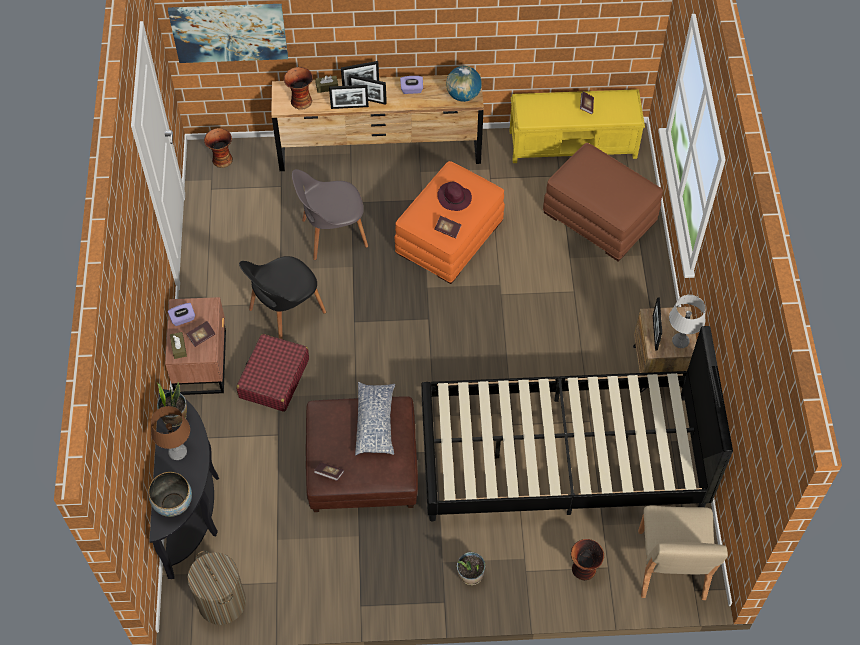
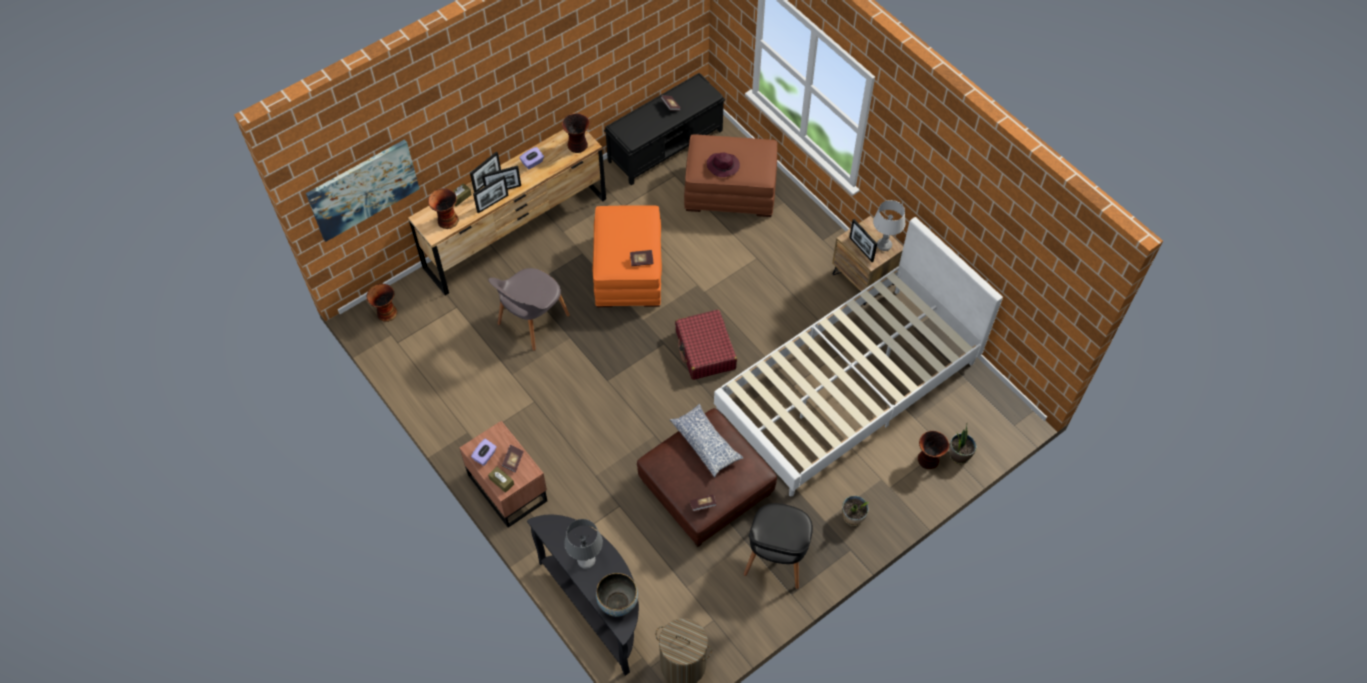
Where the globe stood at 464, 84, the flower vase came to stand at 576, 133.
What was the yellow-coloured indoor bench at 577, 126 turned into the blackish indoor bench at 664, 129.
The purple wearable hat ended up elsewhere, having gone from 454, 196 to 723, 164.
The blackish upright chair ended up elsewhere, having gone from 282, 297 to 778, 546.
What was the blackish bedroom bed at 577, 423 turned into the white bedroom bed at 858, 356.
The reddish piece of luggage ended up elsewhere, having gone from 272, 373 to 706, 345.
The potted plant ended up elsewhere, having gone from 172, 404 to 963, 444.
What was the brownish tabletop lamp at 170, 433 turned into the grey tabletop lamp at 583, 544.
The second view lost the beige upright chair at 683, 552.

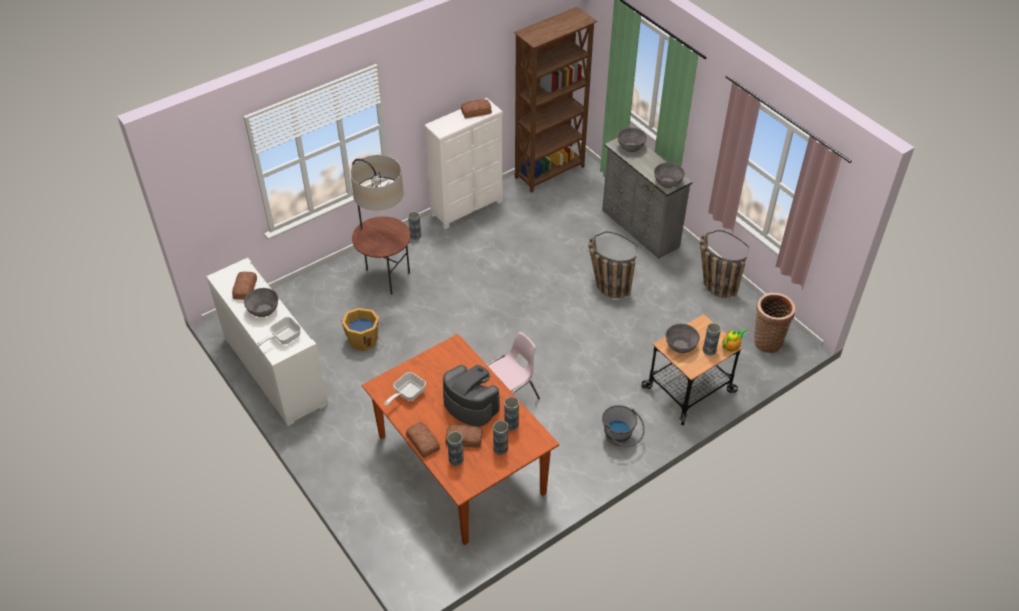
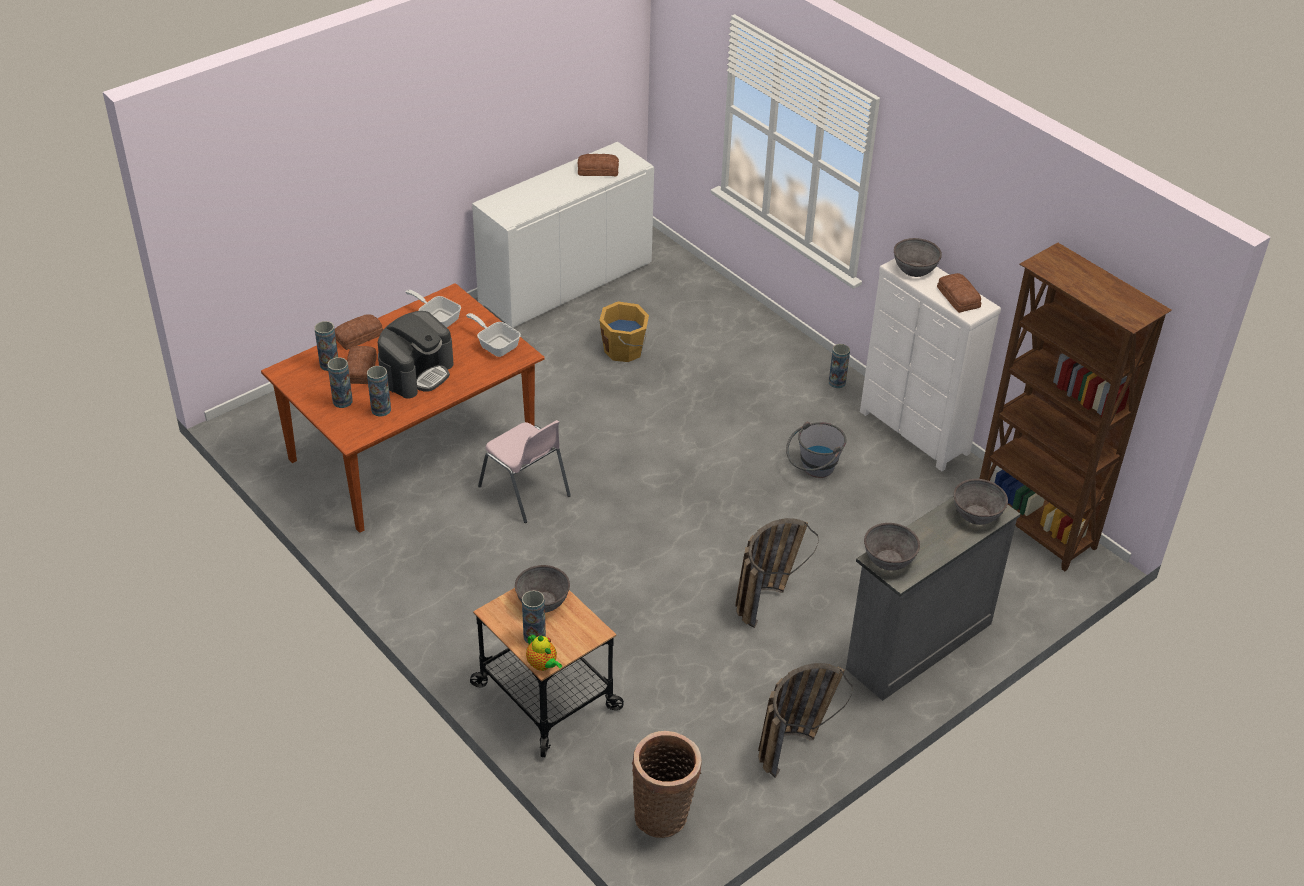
The second view lost the floor lamp at 380, 225.
The grey serving bowl ended up elsewhere, having gone from 261, 302 to 918, 257.
The pan ended up elsewhere, having gone from 279, 332 to 493, 335.
The grey pail ended up elsewhere, having gone from 623, 426 to 816, 450.

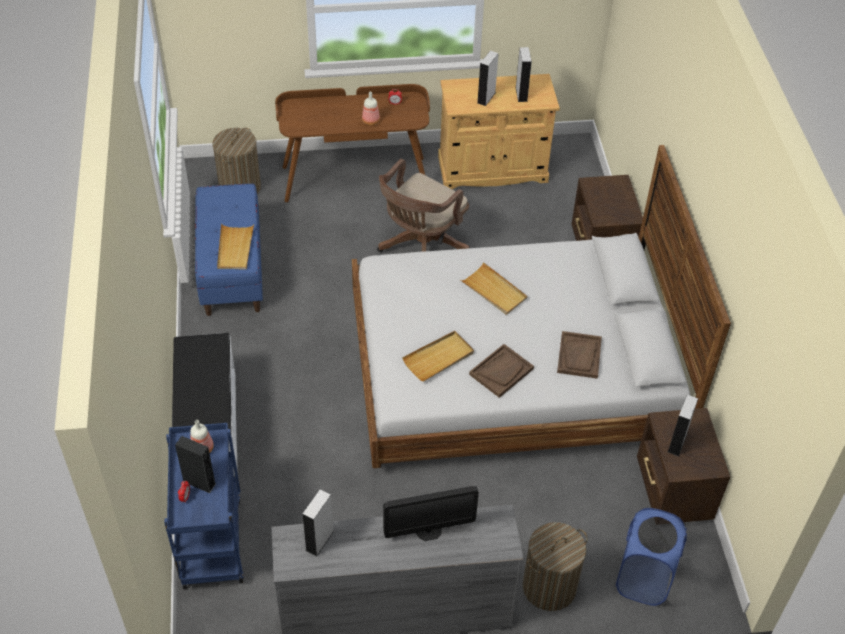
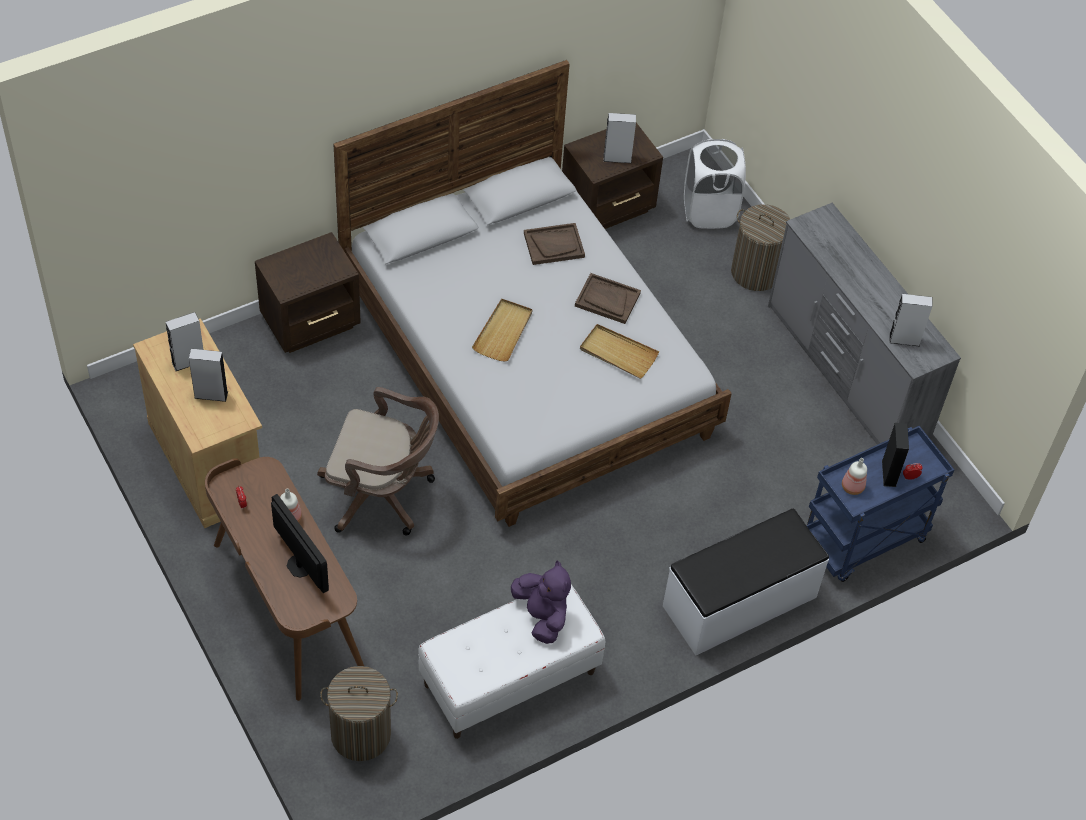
What was the bluish indoor bench at 229, 250 turned into the white indoor bench at 511, 662.
Where the beige carrying tray stood at 235, 247, the purple soft toy came to stand at 541, 602.
The monitor ended up elsewhere, having gone from 431, 513 to 300, 543.
What was the bluish laundry basket at 651, 557 turned into the white laundry basket at 715, 184.

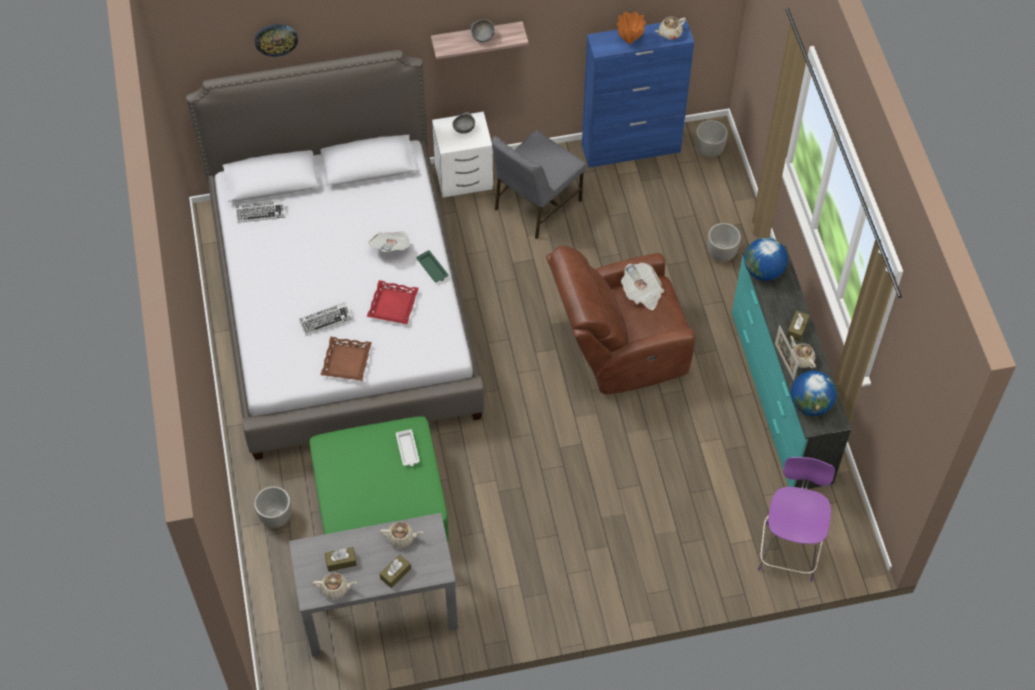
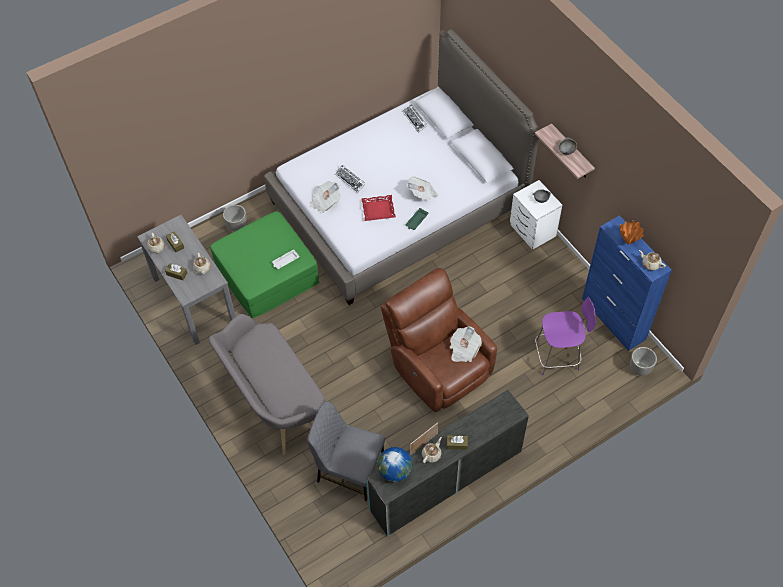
The second view lost the hanging clock at 276, 40.
The grey upright chair ended up elsewhere, having gone from 539, 185 to 346, 451.
The second view lost the planter at 724, 242.
The second view lost the globe at 766, 259.
Where the brownish carrying tray stood at 346, 358, the printed paper came to stand at 325, 197.
The purple upright chair ended up elsewhere, having gone from 796, 519 to 565, 336.
The second view gained the grey indoor bench at 267, 384.

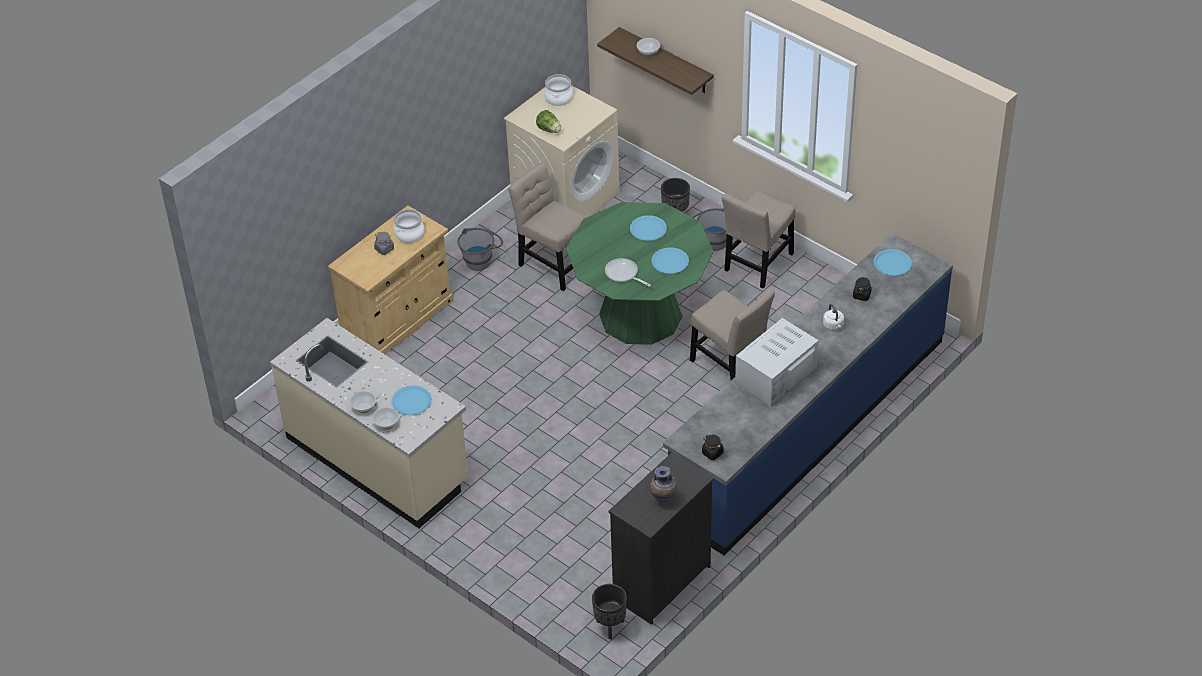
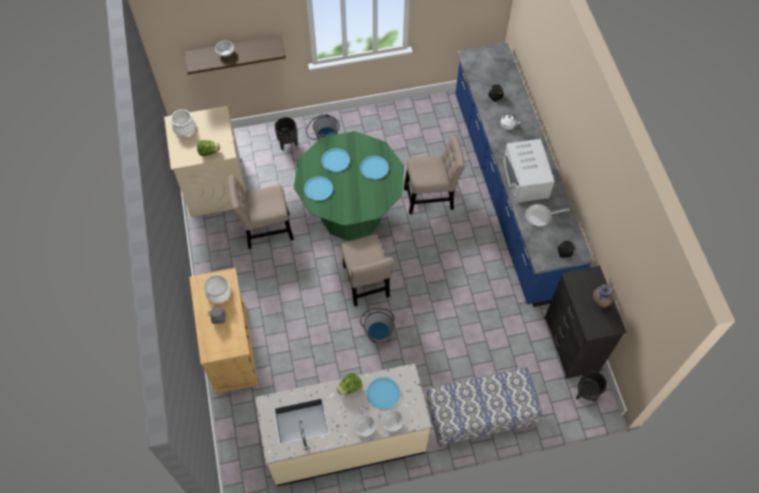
The beige upright chair ended up elsewhere, having gone from 759, 239 to 367, 270.
The grey pail ended up elsewhere, having gone from 480, 249 to 377, 326.
The bluish dinner plate ended up elsewhere, having gone from 893, 262 to 318, 188.
The pan ended up elsewhere, having gone from 628, 272 to 547, 215.
The second view gained the indoor bench at 484, 407.
The second view gained the lettuce at 349, 384.

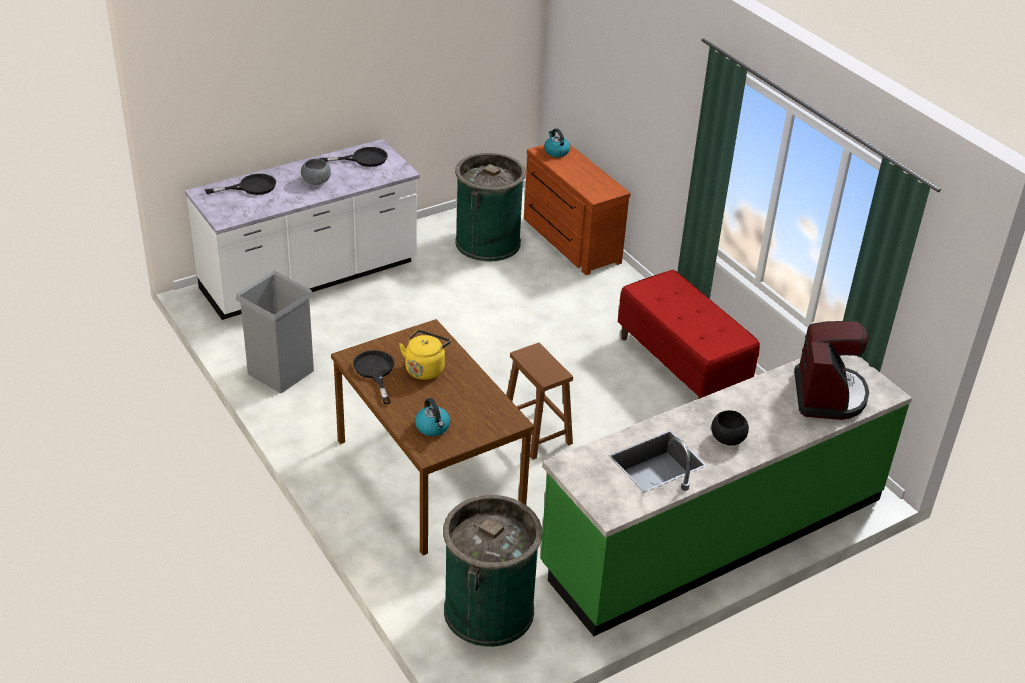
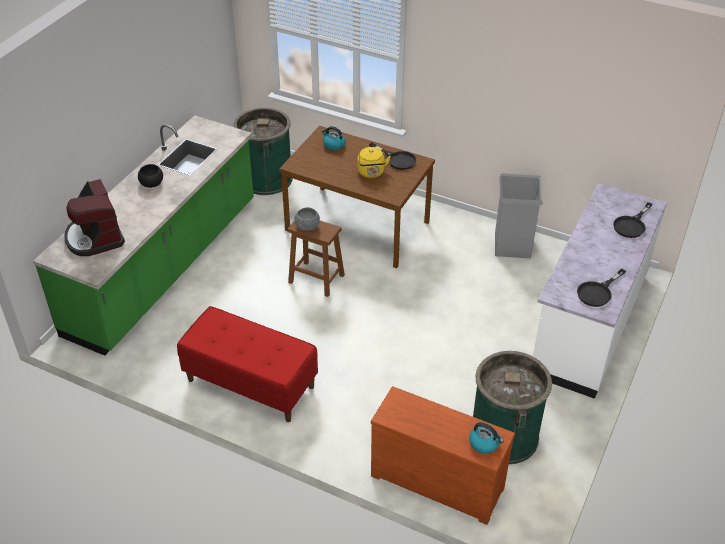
The grey serving bowl ended up elsewhere, having gone from 316, 172 to 307, 219.

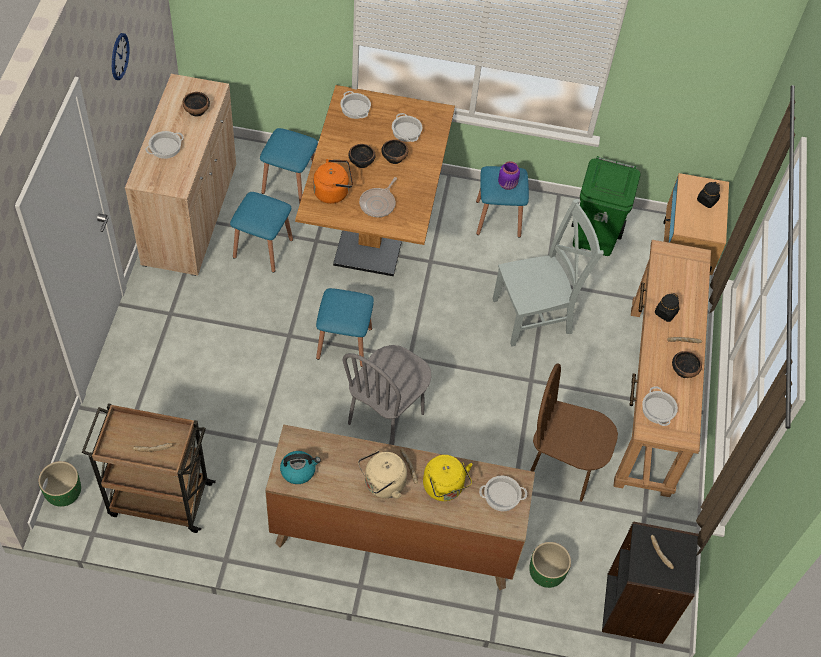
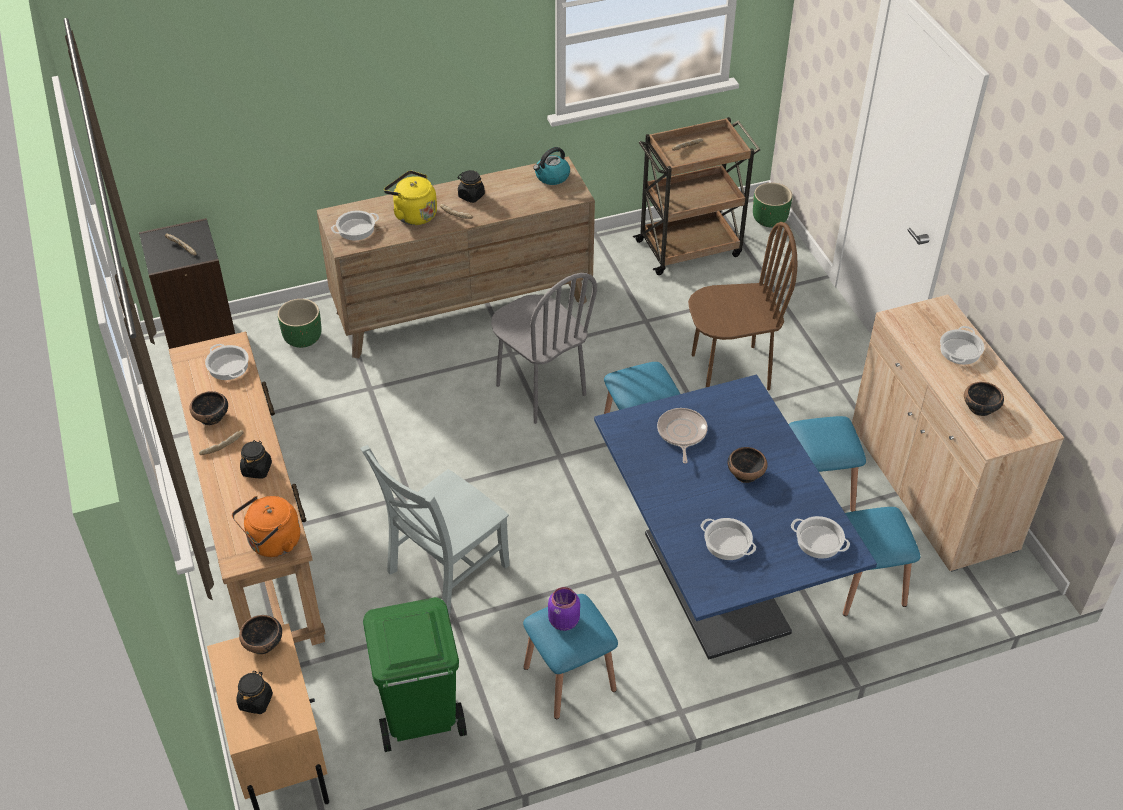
The second view lost the hanging clock at 120, 56.
What was the brownish dinner table at 375, 180 turned into the bluish dinner table at 735, 517.
The serving bowl ended up elsewhere, having gone from 394, 151 to 260, 634.
The orange tea kettle ended up elsewhere, having gone from 333, 181 to 266, 526.
The grey upright chair at 387, 395 ended up facing another way, 135 degrees clockwise from before.
The brownish upright chair ended up elsewhere, having gone from 574, 432 to 742, 306.
Where the beige tea kettle stood at 382, 474, the blackish jar came to stand at 471, 186.

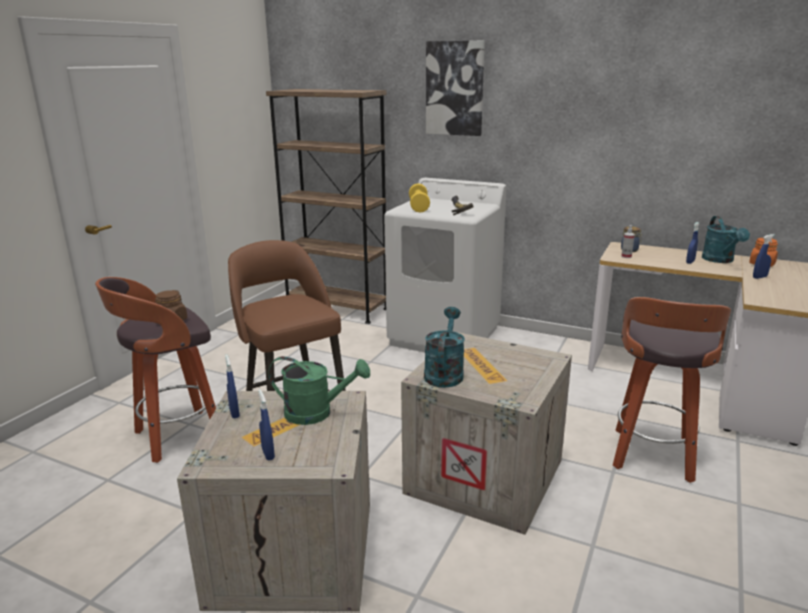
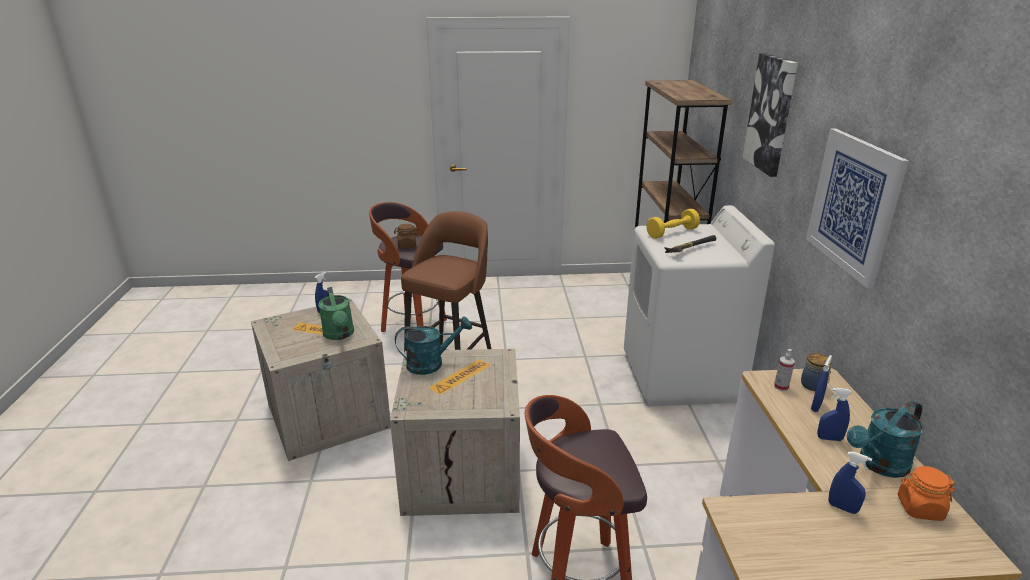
The bluish sprayer ended up elsewhere, having gone from 266, 424 to 821, 383.
The second view gained the wall picture at 857, 208.

